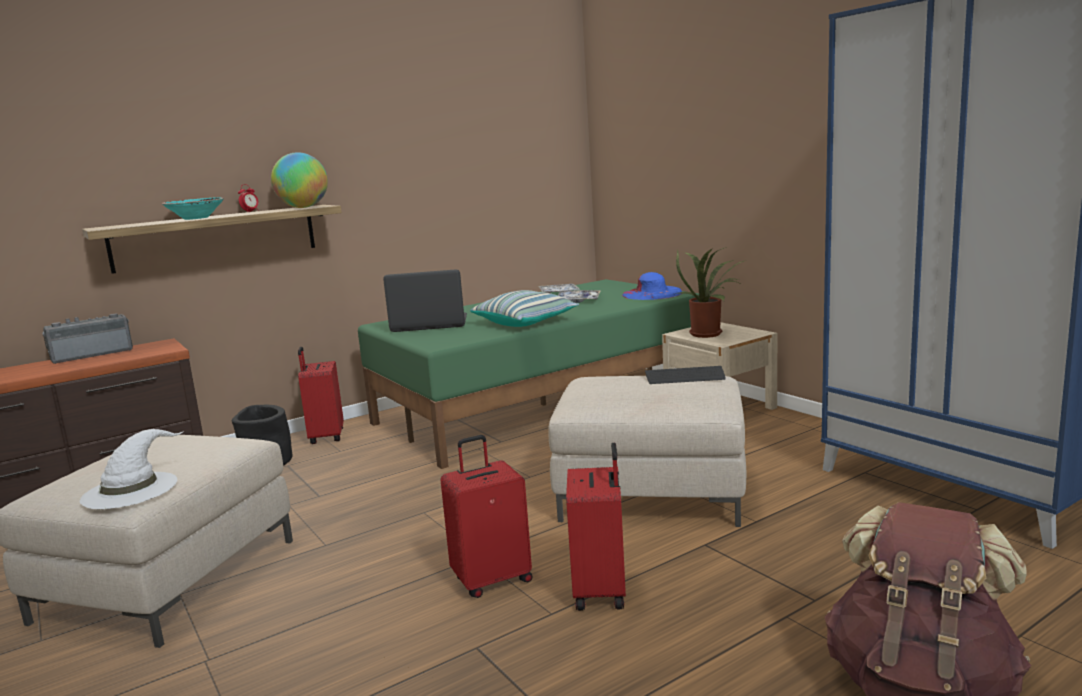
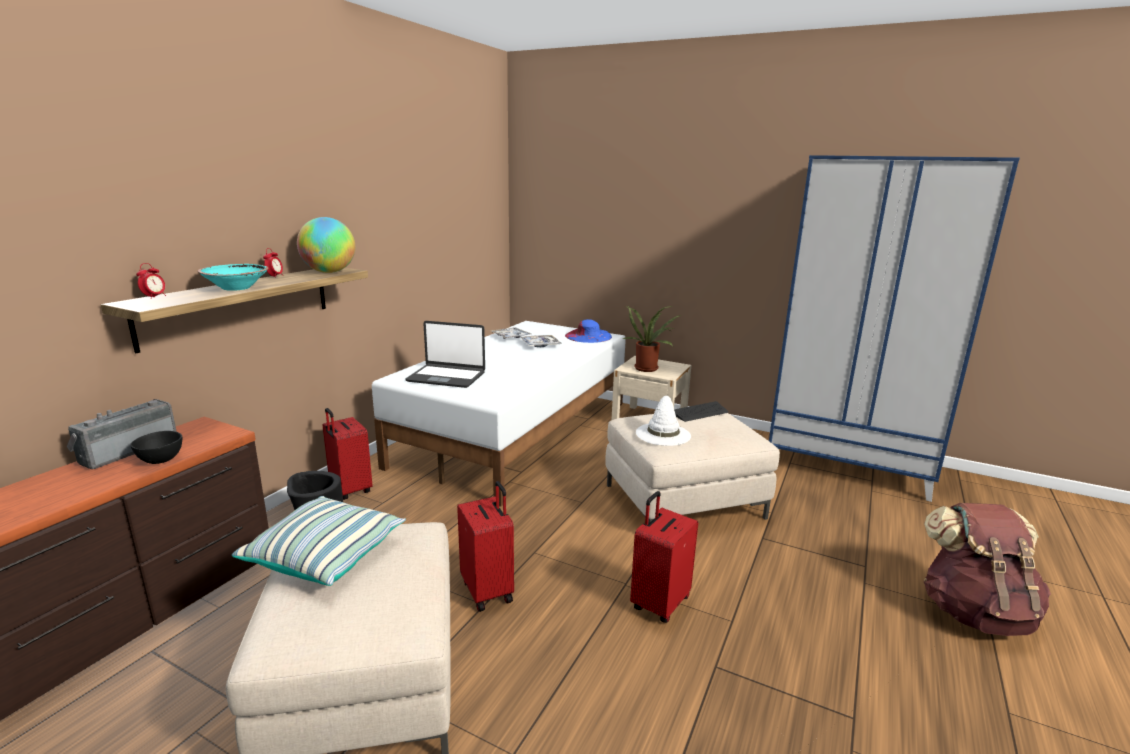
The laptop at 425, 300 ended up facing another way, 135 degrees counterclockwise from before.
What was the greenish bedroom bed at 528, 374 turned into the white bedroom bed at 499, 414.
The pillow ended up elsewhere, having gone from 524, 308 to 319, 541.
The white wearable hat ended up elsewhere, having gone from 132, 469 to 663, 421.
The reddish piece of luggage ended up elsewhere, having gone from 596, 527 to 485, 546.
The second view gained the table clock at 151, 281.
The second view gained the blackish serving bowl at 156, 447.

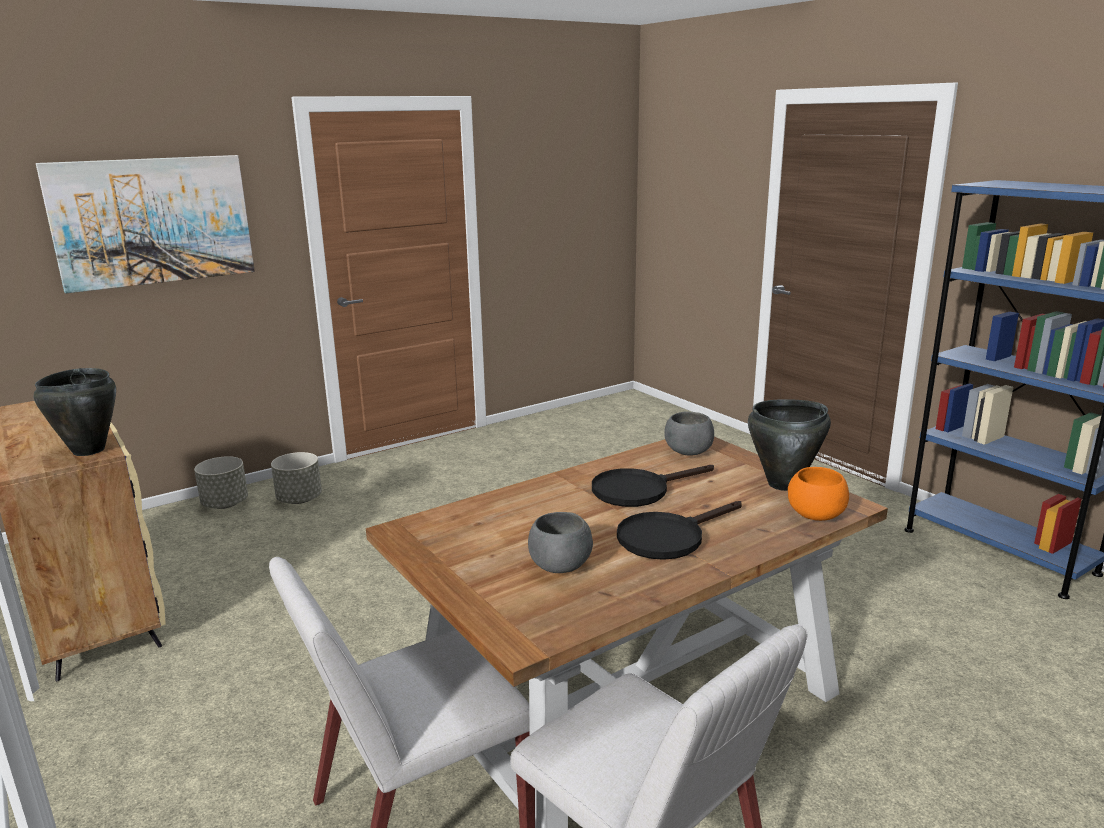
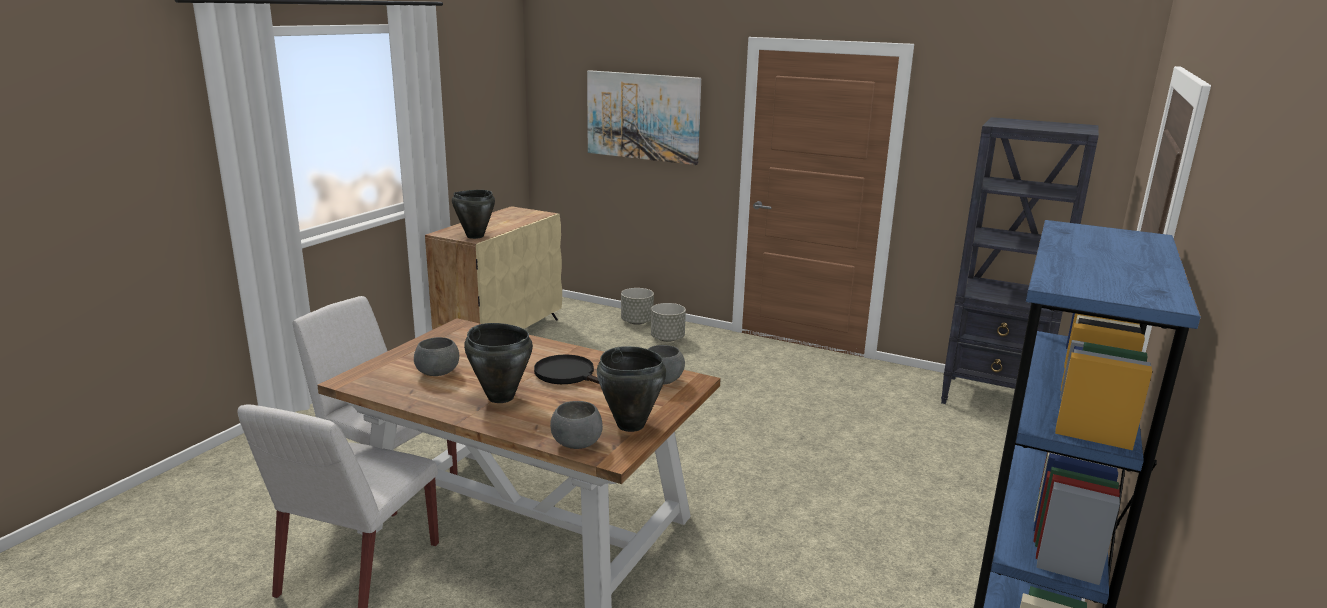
What was the orange serving bowl at 818, 494 turned into the grey serving bowl at 576, 425.
Where the blackish pan stood at 679, 530, the blackish cooking pot came to stand at 498, 363.
The second view gained the blackish bookshelf at 1020, 260.

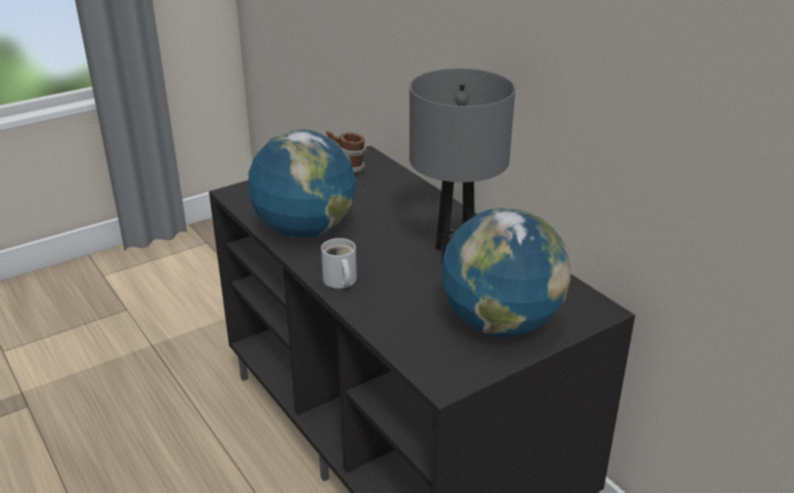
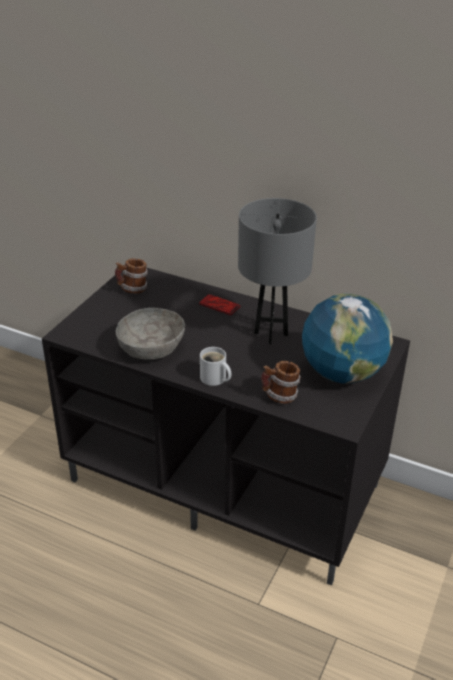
Where the globe stood at 302, 184, the grey serving bowl came to stand at 150, 334.
The second view gained the phone at 220, 304.
The second view gained the coffee mug at 281, 382.

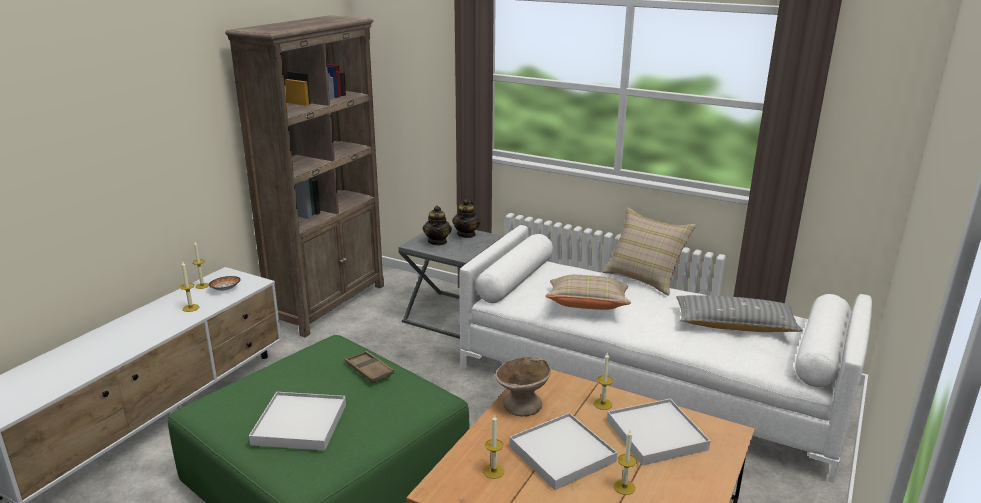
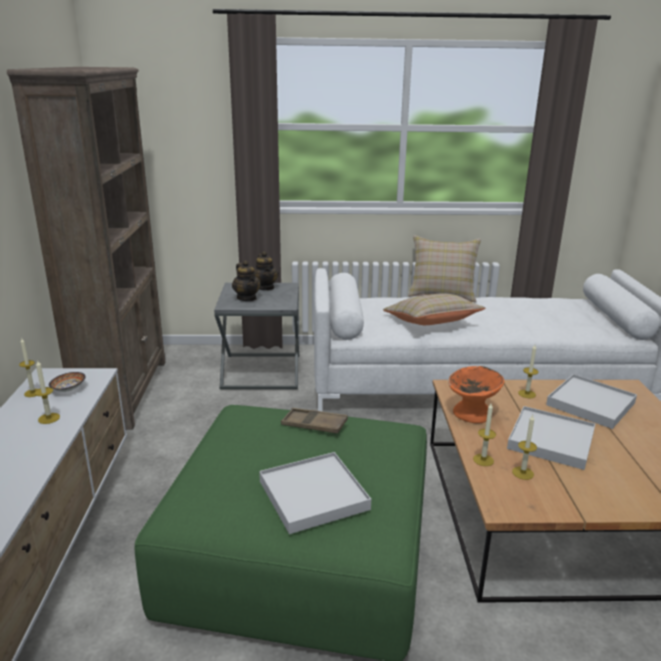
The second view lost the grey pillow at 739, 313.
What was the beige serving bowl at 523, 386 turned into the orange serving bowl at 476, 394.
The wax candle ended up elsewhere, having gone from 625, 462 to 484, 435.

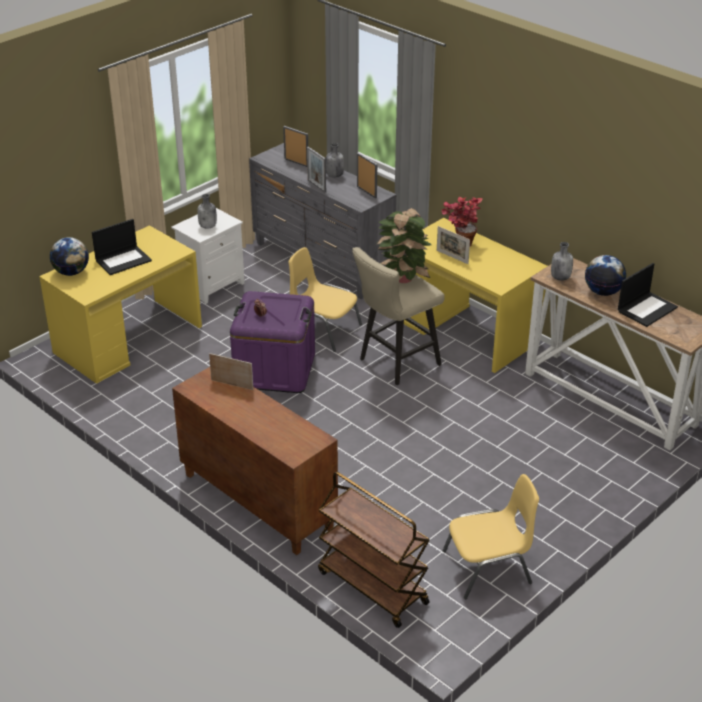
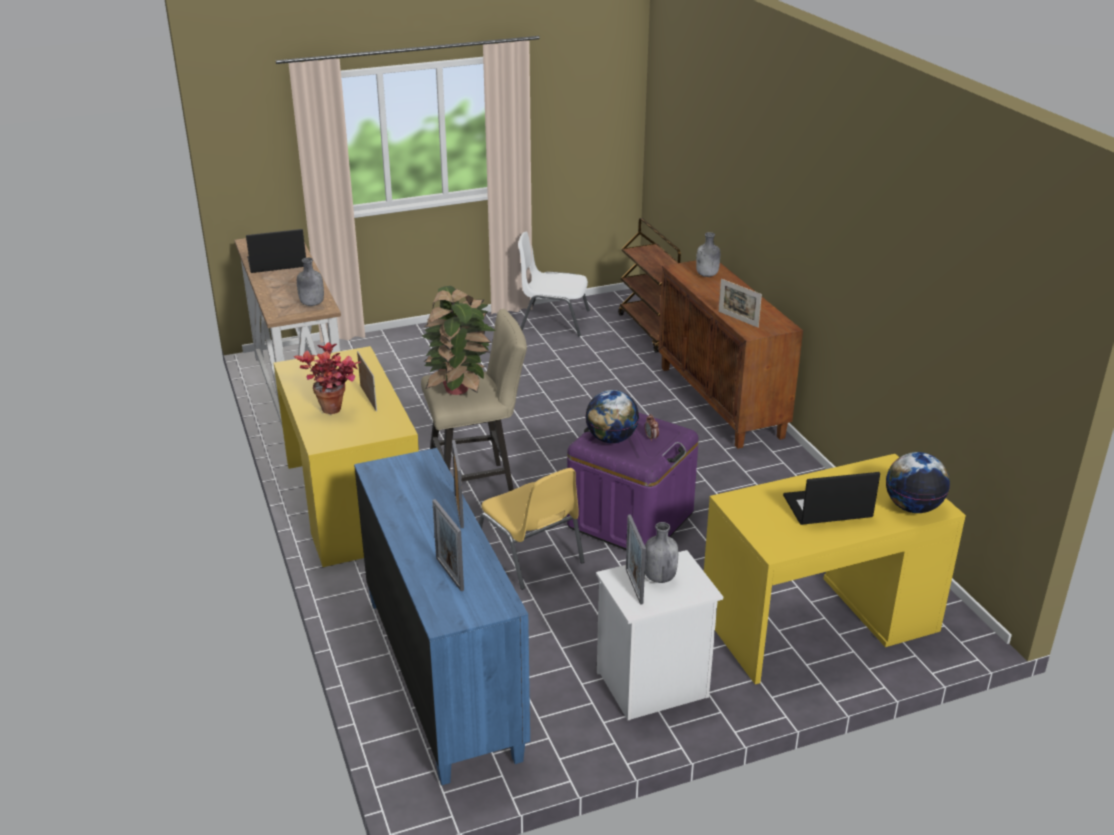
What was the grey drawer chest at 322, 221 turned into the bluish drawer chest at 442, 616.
The grey beverage bottle ended up elsewhere, having gone from 335, 160 to 708, 254.
The photo frame ended up elsewhere, having gone from 367, 175 to 636, 559.
The globe ended up elsewhere, having gone from 605, 275 to 612, 416.
What was the yellow-coloured upright chair at 490, 536 turned into the white upright chair at 554, 284.

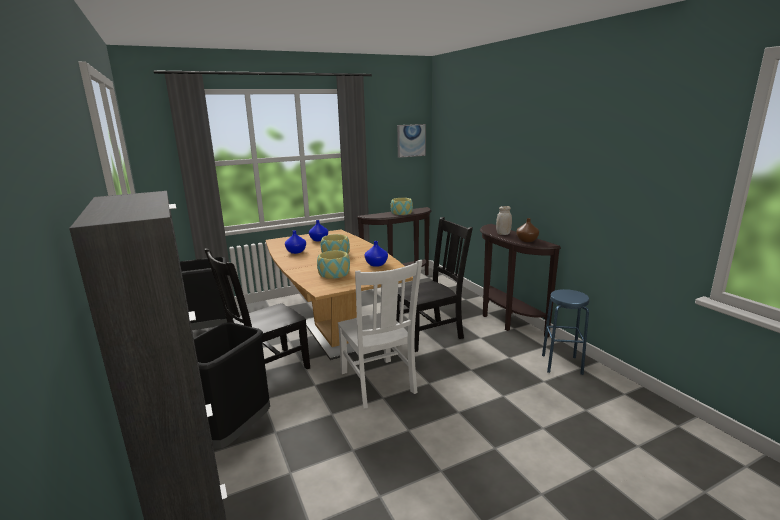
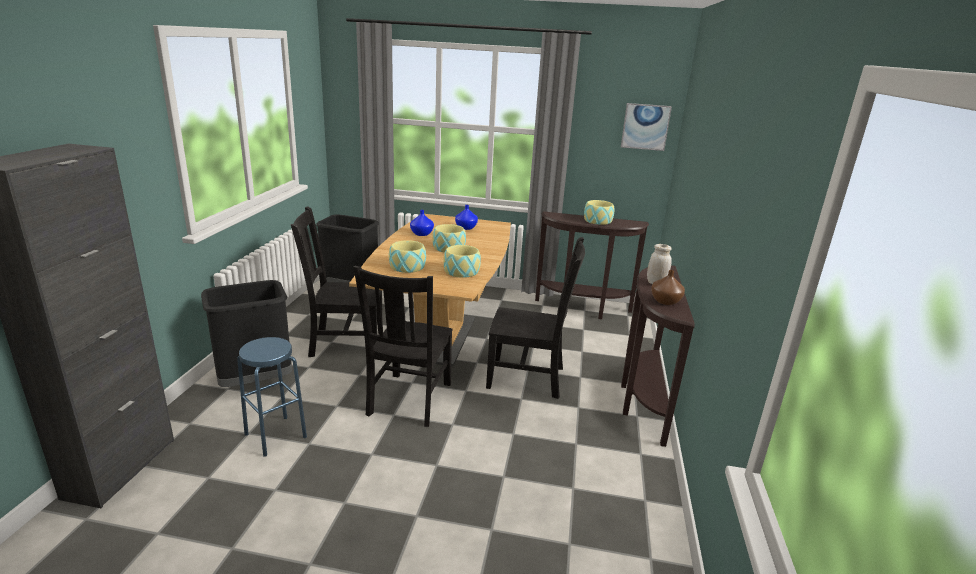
Where the bluish flower vase stood at 376, 254, the serving bowl came to stand at 462, 261.
What was the white upright chair at 380, 334 turned into the blackish upright chair at 403, 346.
The bluish stool ended up elsewhere, having gone from 565, 332 to 272, 397.

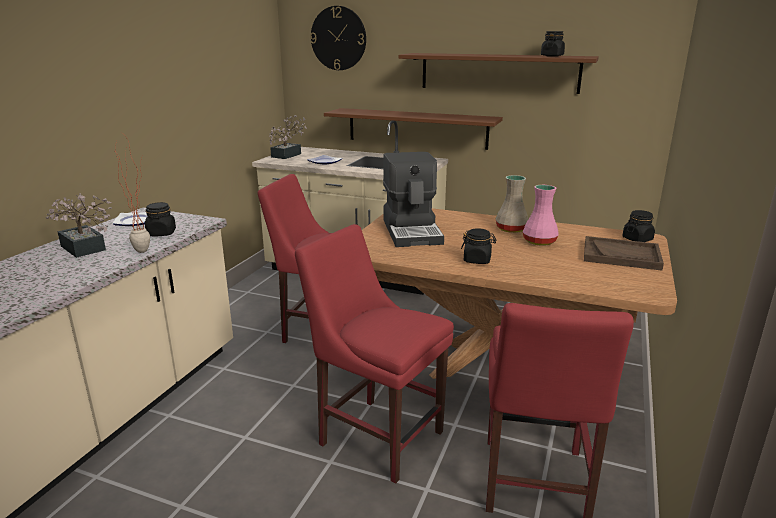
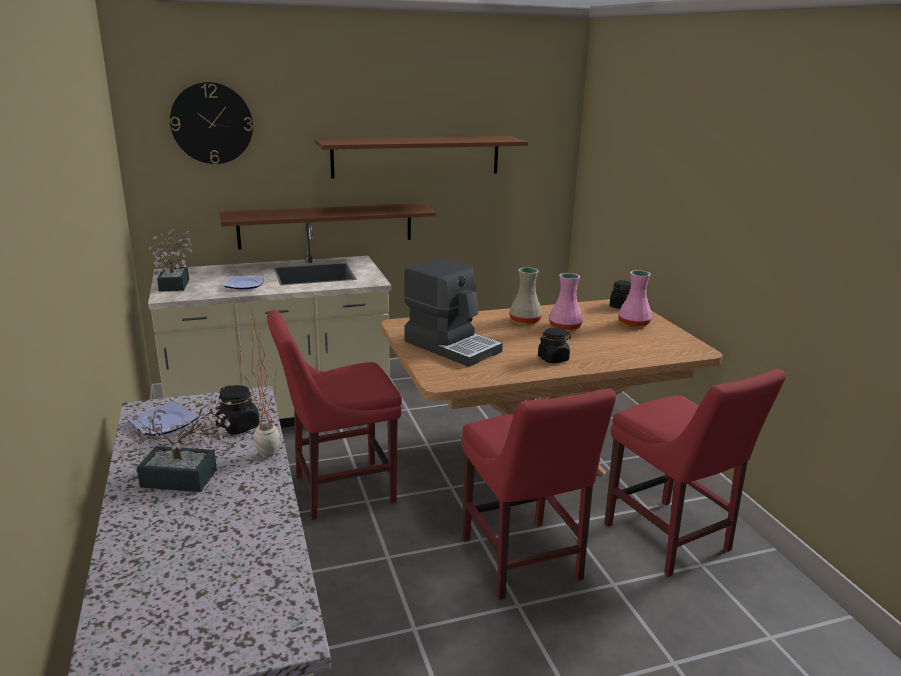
The second view lost the blackish jar at 553, 44.
The reddish upright chair at 374, 354 ended up facing another way, 105 degrees counterclockwise from before.
Where the brownish carrying tray stood at 624, 253, the pink flower vase came to stand at 635, 299.

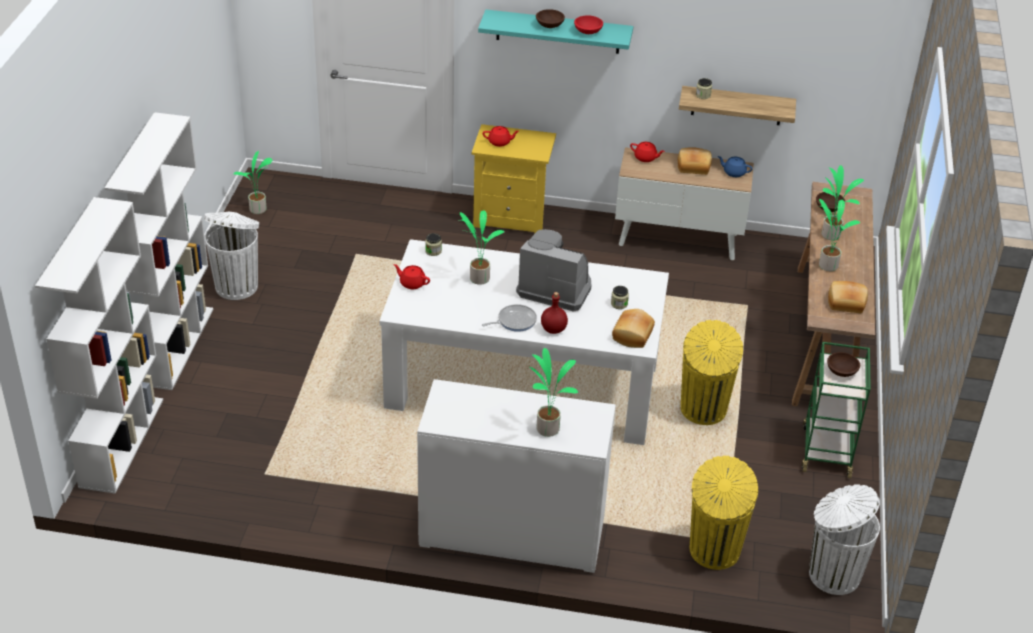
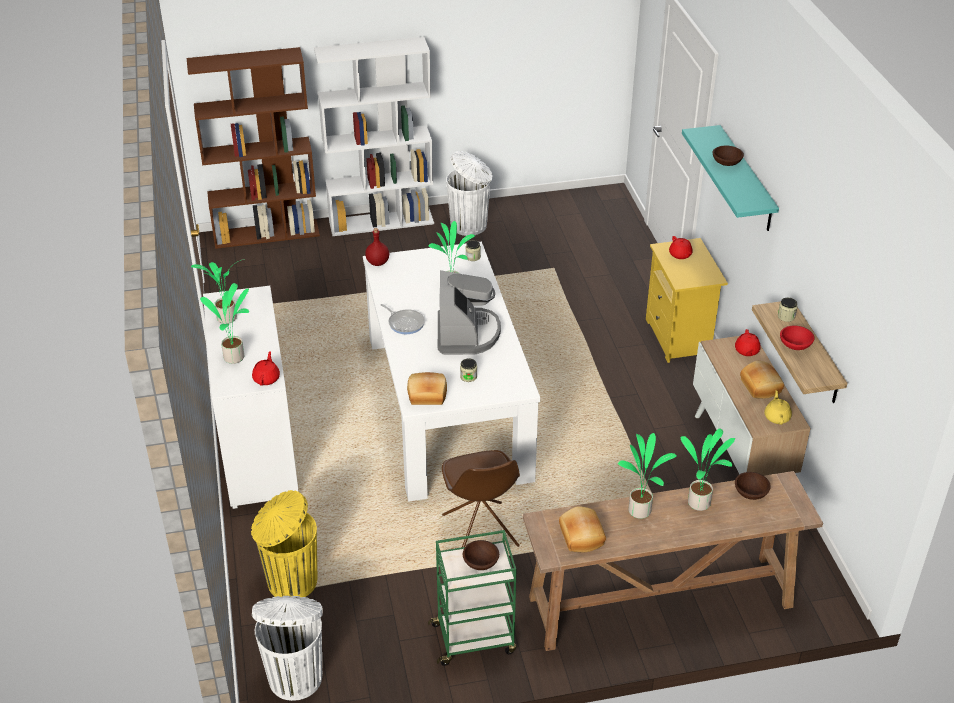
The reddish serving bowl ended up elsewhere, having gone from 588, 24 to 797, 337.
The potted plant ended up elsewhere, having gone from 253, 182 to 218, 291.
What was the bluish pot for tea at 735, 166 turned into the yellow-coloured pot for tea at 778, 407.
What was the white bookshelf at 99, 345 turned into the brownish bookshelf at 253, 148.
The reddish pot for tea ended up elsewhere, having gone from 411, 276 to 266, 368.
The reddish beverage bottle ended up elsewhere, having gone from 554, 313 to 377, 247.
Where the yellow-coloured trash can stood at 712, 372, the brownish upright chair came to stand at 481, 498.

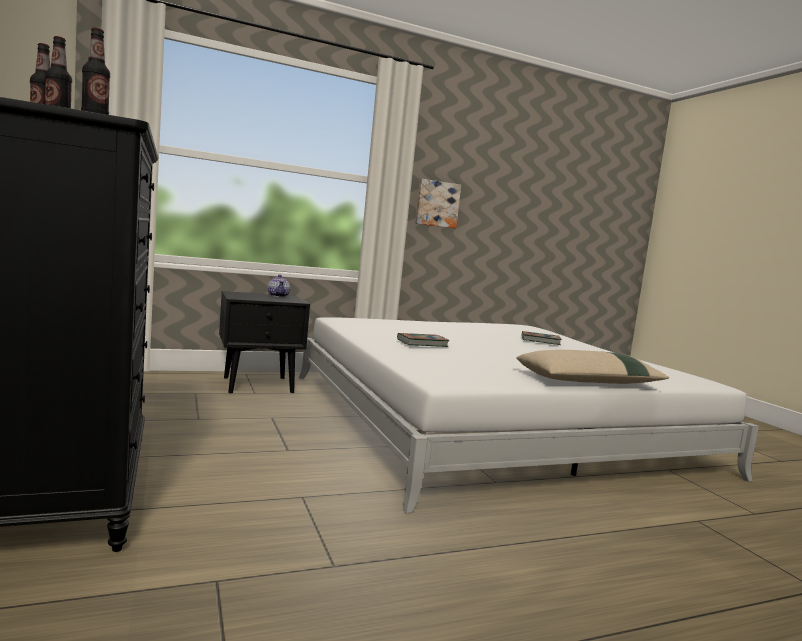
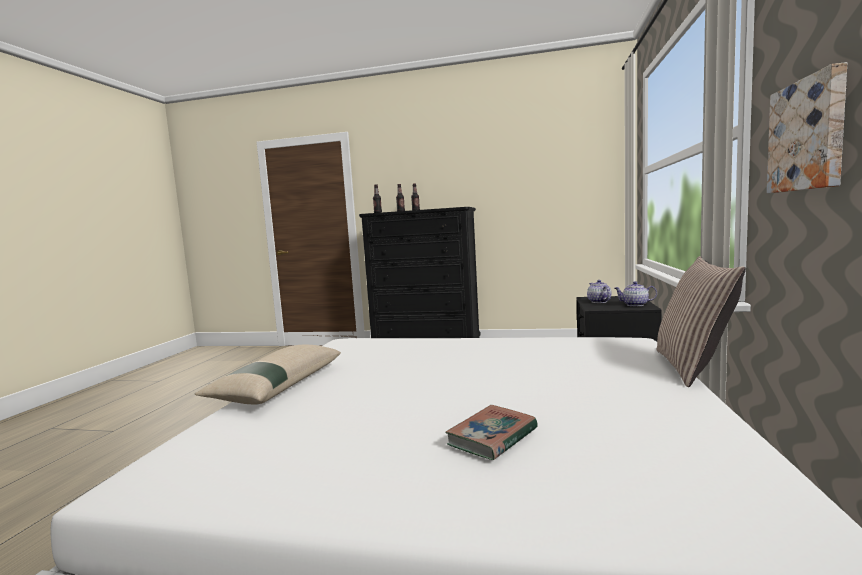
The second view lost the volume at 423, 340.
The second view gained the pillow at 701, 321.
The second view gained the pot for tea at 599, 291.

